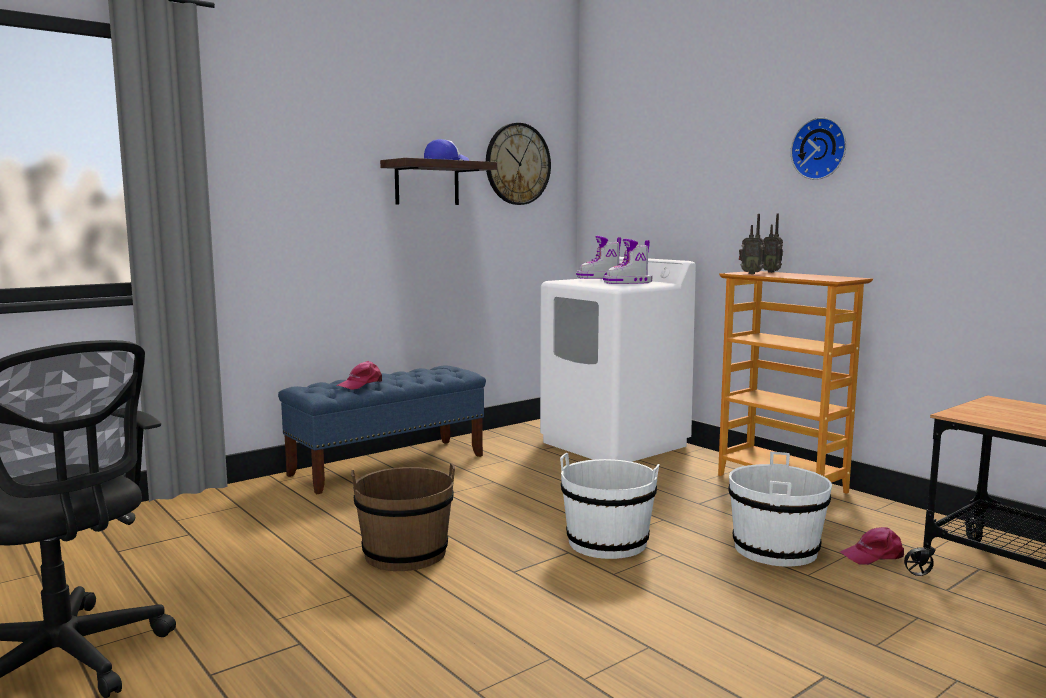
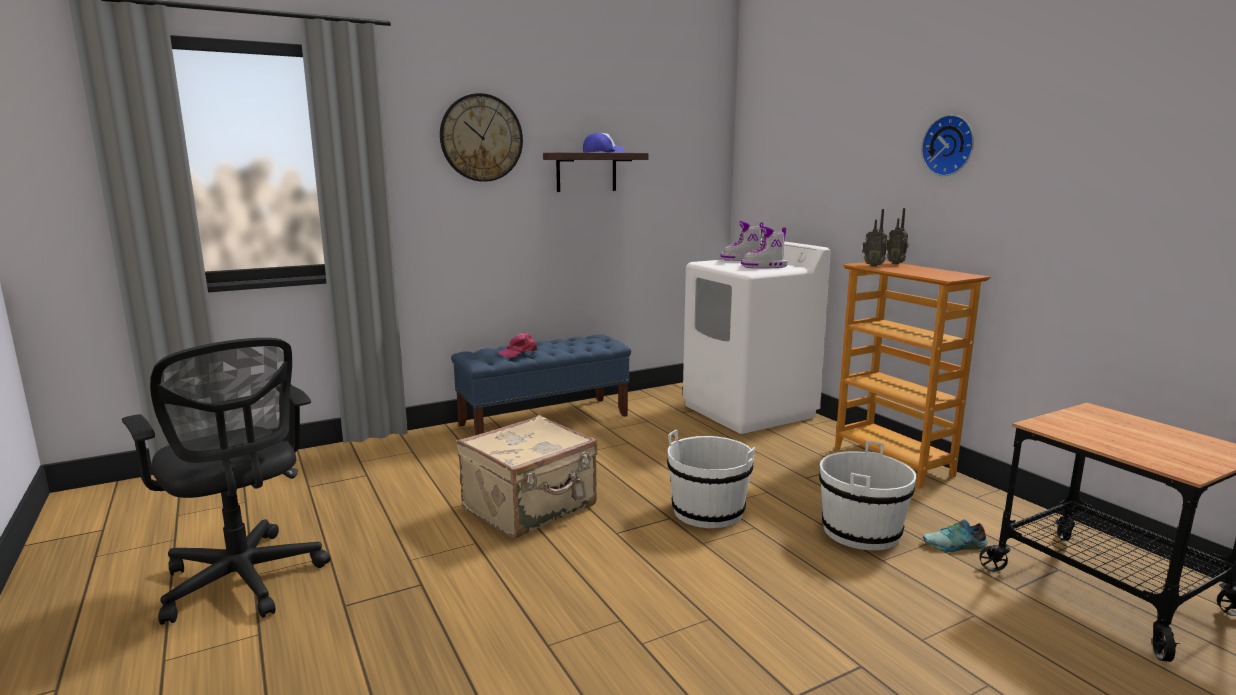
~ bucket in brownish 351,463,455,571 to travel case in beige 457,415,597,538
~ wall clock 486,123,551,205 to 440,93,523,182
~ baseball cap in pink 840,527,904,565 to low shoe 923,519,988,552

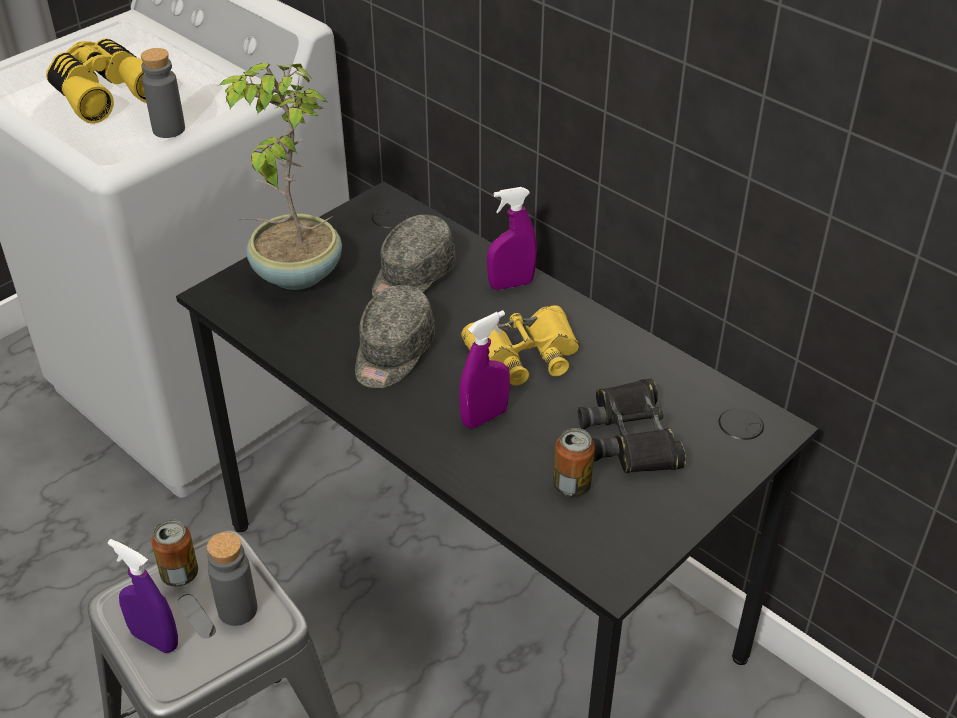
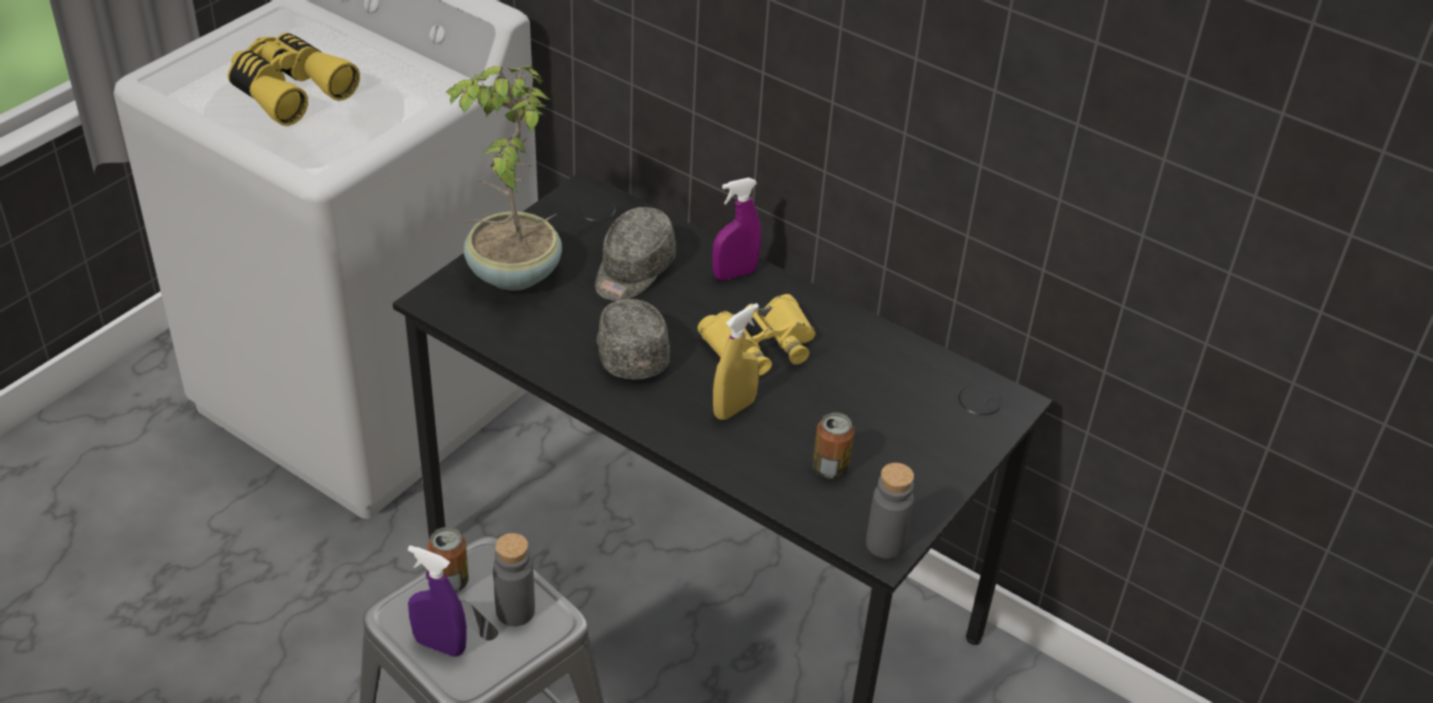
~ drink bottle in greyish 141,48,185,138 to 866,463,914,559
~ baseball cap in greyish 355,285,435,389 = 597,299,670,380 150 degrees clockwise
~ spray bottle in purplish 459,310,510,428 to spray bottle in yellowish 713,303,759,420
- field glasses in black 578,378,686,473

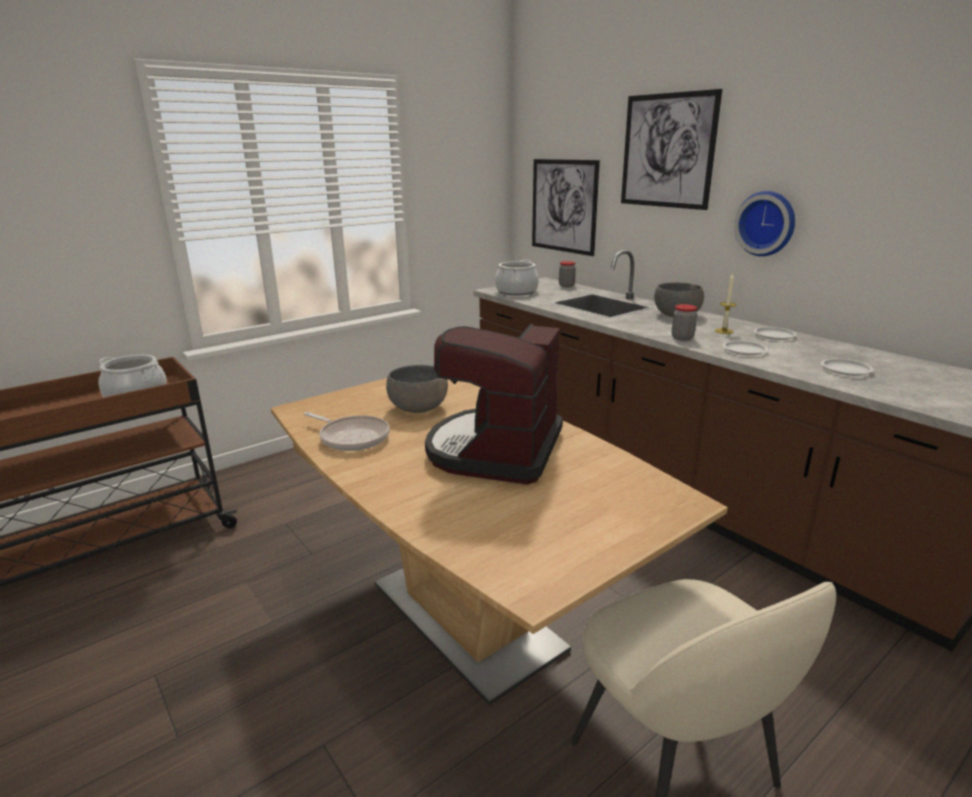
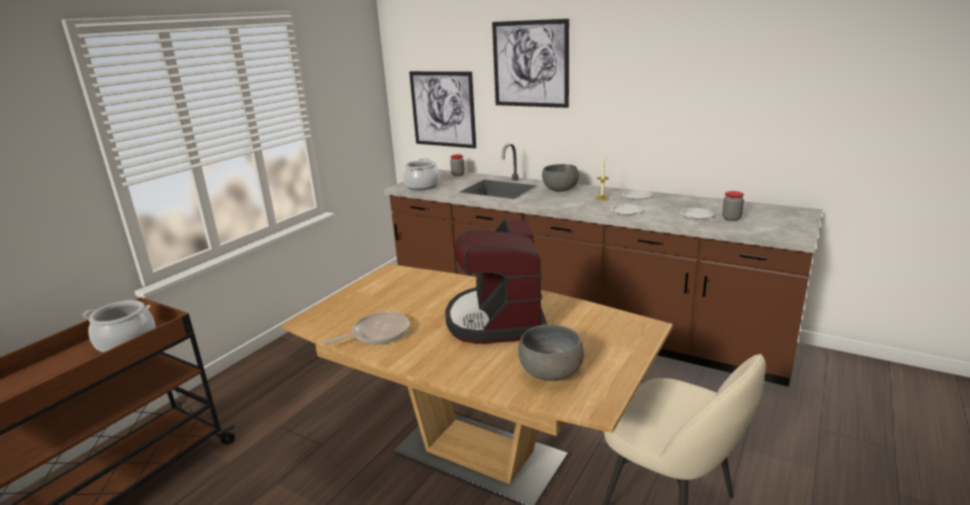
~ skillet 304,412,390,451 = 322,312,410,345 45 degrees counterclockwise
~ deep dish in greyish 386,365,448,413 to 518,325,584,381
~ jar 672,304,697,341 to 722,191,744,221
- wall clock 734,191,795,256

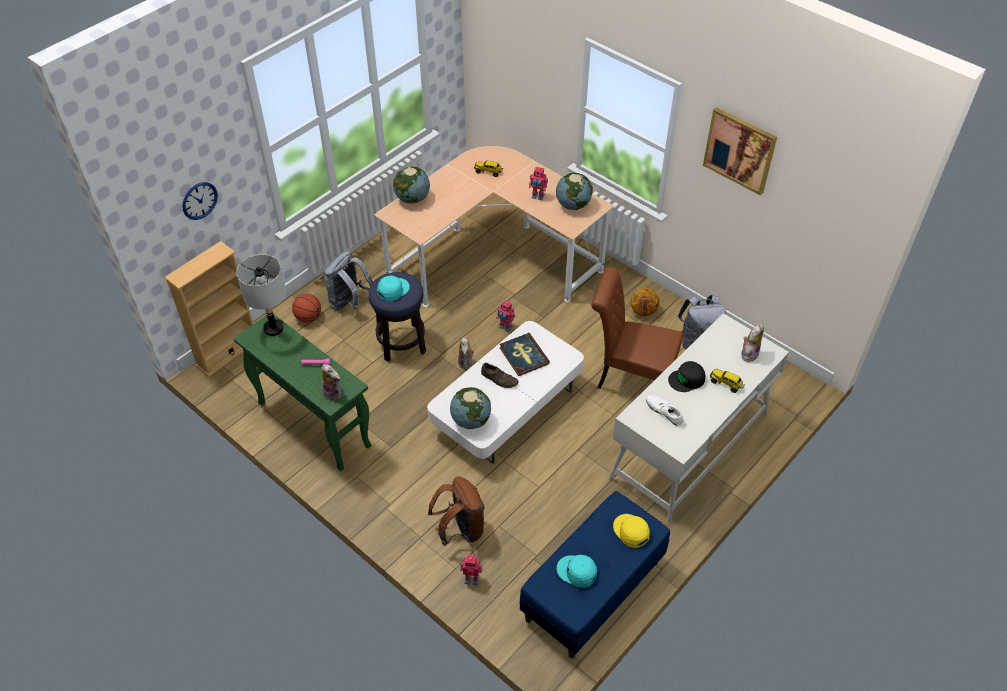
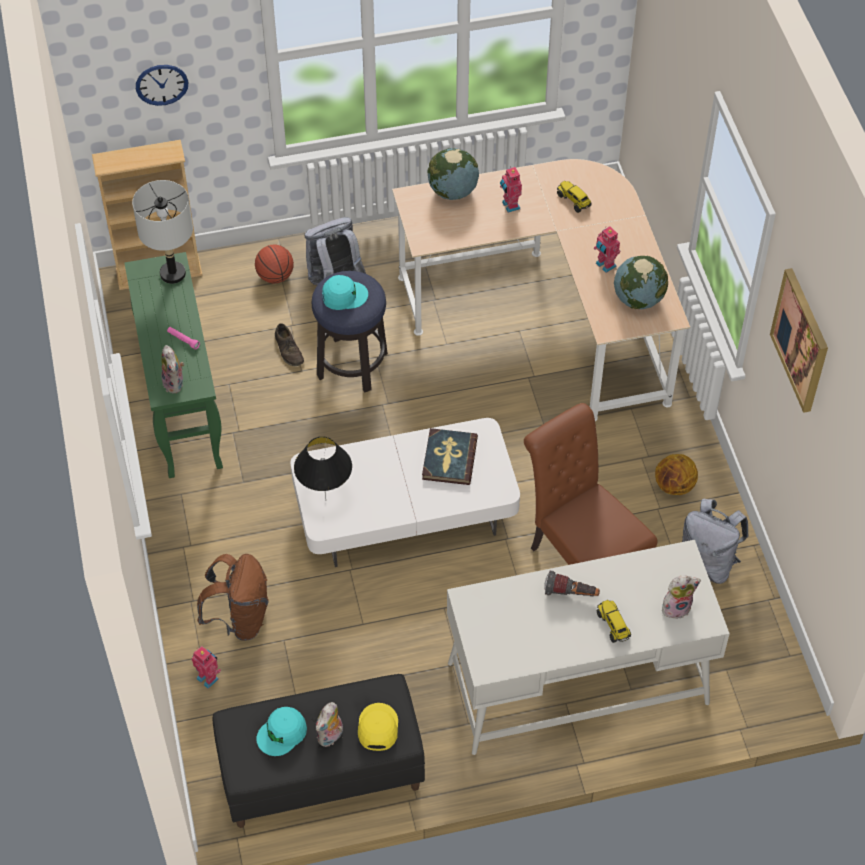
~ world globe 450,387,491,429 to lamp for a table in black 294,436,352,500
~ soft toy 458,336,474,370 to 315,702,343,747
~ low shoe in brownish 481,363,519,388 to 275,323,304,366
~ robot figure 496,300,515,332 to 500,166,522,213
~ long seat in blue-coloured 520,491,670,659 to long seat in black 212,674,425,828
~ baseball cap in blue-green 557,555,597,588 = 256,707,307,756 105 degrees counterclockwise
- low shoe in whitish 646,395,683,426
~ baseball cap in black 668,361,705,392 to hand torch 544,571,600,597

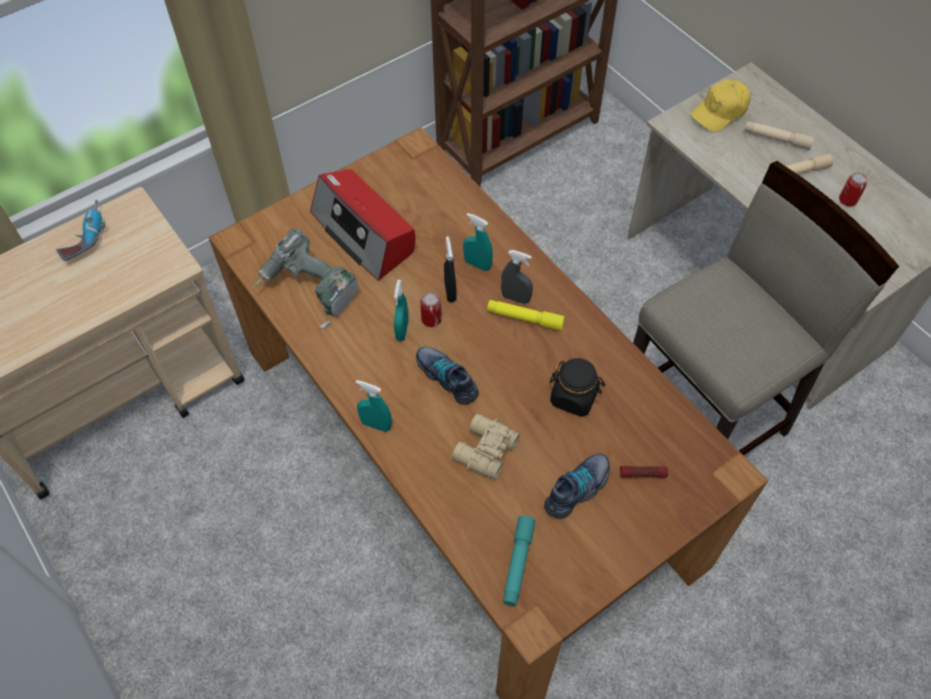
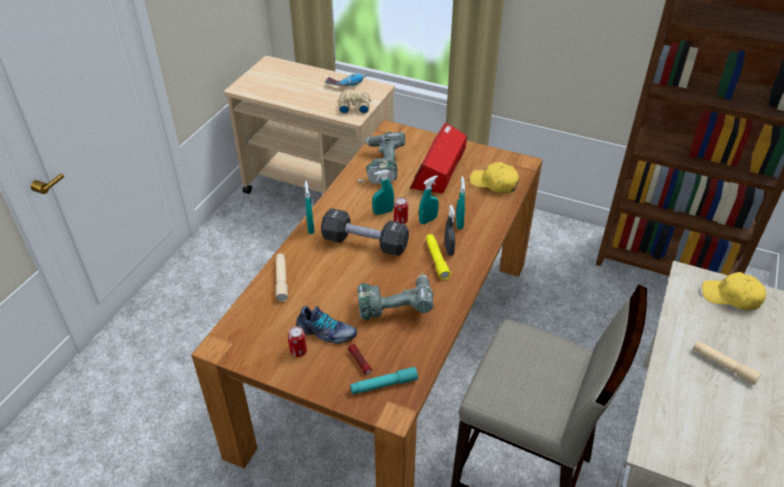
~ low shoe 416,347,479,405 to hand weight in black 321,208,409,256
~ spray bottle in black 444,236,456,302 to spray bottle in blue-green 419,175,439,224
~ field glasses in beige 452,414,520,480 to 337,92,371,114
~ hand torch in blue-green 503,516,535,606 to 350,367,418,394
~ jar in black 549,358,605,417 to power drill 358,273,434,320
~ hand torch in beige 744,121,814,150 to 276,253,288,302
~ can 839,172,867,207 to 288,326,307,357
+ baseball cap in yellowish 470,162,519,193

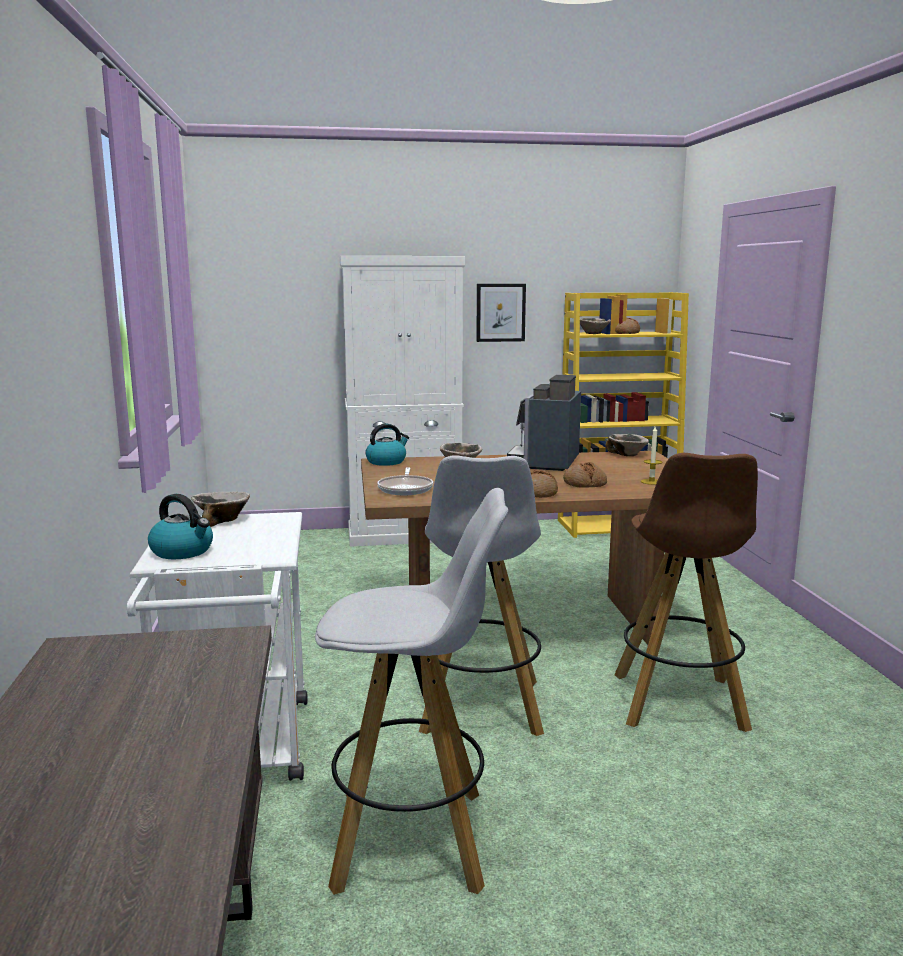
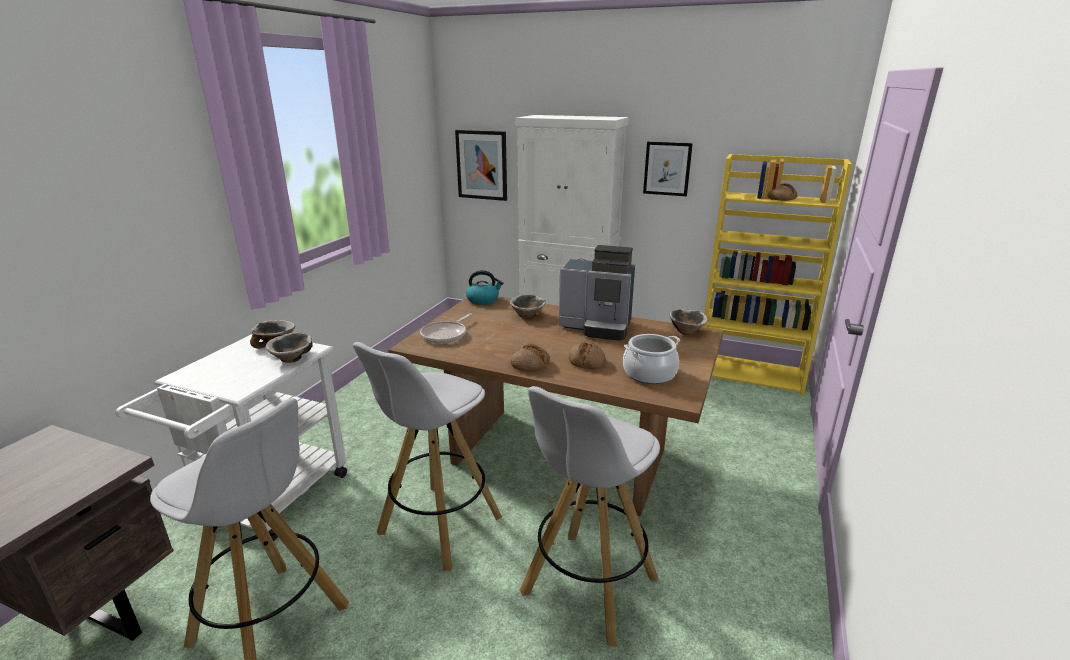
- water kettle 148,494,213,559
~ coffee brewer 507,375,581,471 = 559,245,635,341 120 degrees counterclockwise
~ deep dish 580,318,611,334 to 266,332,313,363
~ sitting stool in brownish 615,453,758,732 to sitting stool in whitish 520,386,660,647
~ wax candle 641,426,662,485 to stockpot 623,334,680,384
+ picture 455,130,507,201

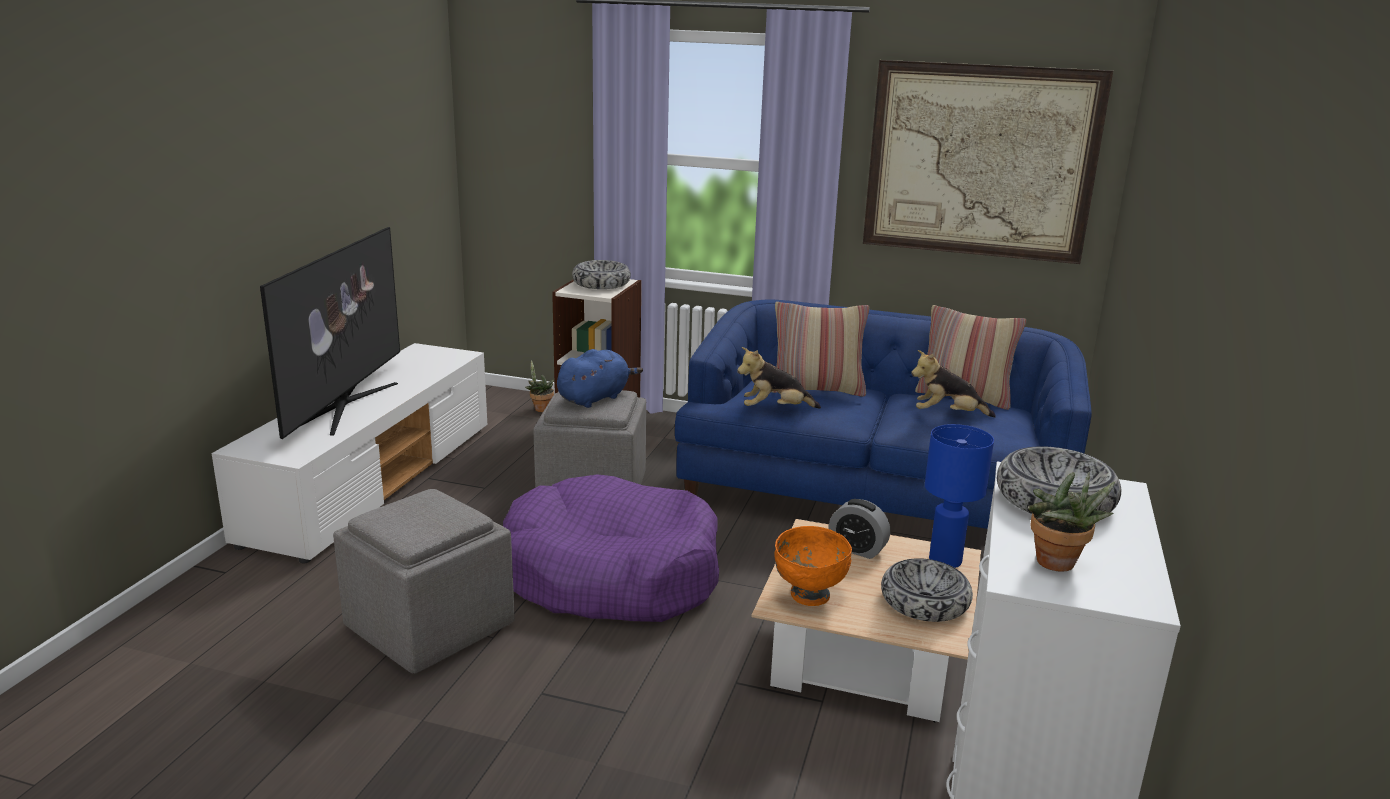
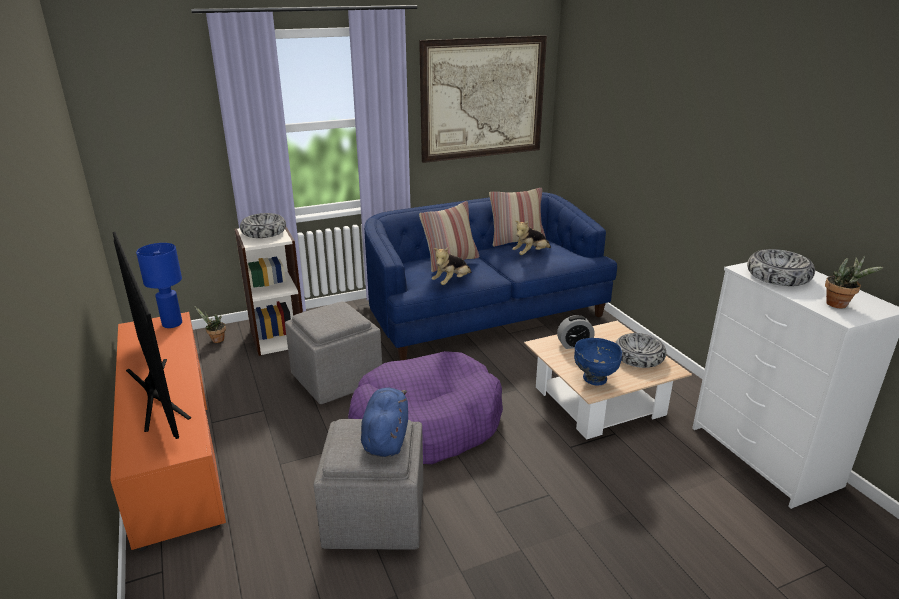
~ media console in whitish 212,343,487,563 to media console in orange 110,312,226,551
~ soft toy in blue-coloured 557,349,643,408 to 361,388,408,457
~ deep dish in orange 774,526,852,606 to deep dish in blue-coloured 574,338,622,386
~ lamp for a table in blue-coloured 925,424,994,568 to 136,243,182,328

